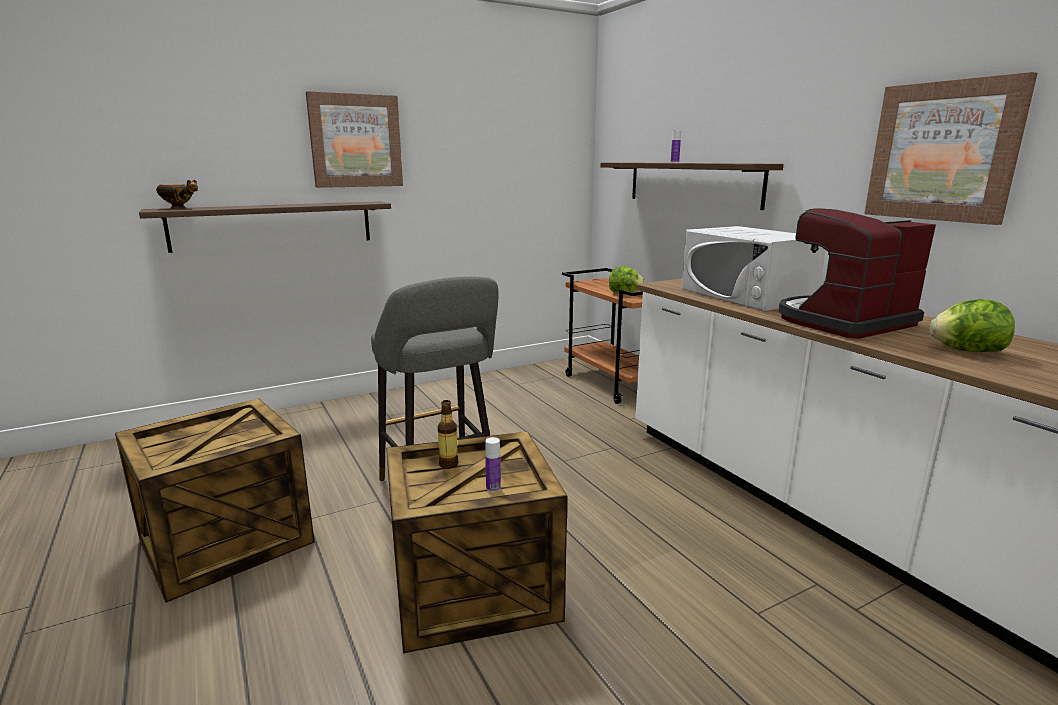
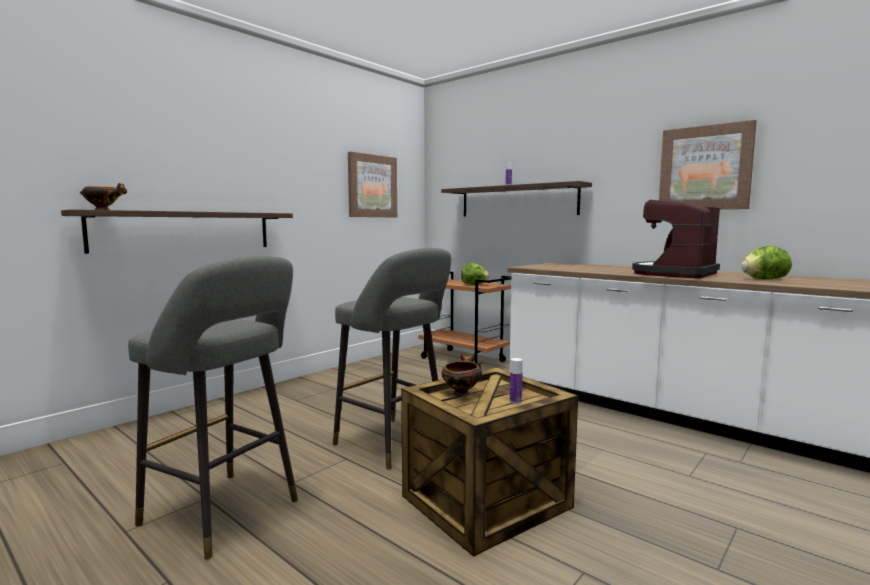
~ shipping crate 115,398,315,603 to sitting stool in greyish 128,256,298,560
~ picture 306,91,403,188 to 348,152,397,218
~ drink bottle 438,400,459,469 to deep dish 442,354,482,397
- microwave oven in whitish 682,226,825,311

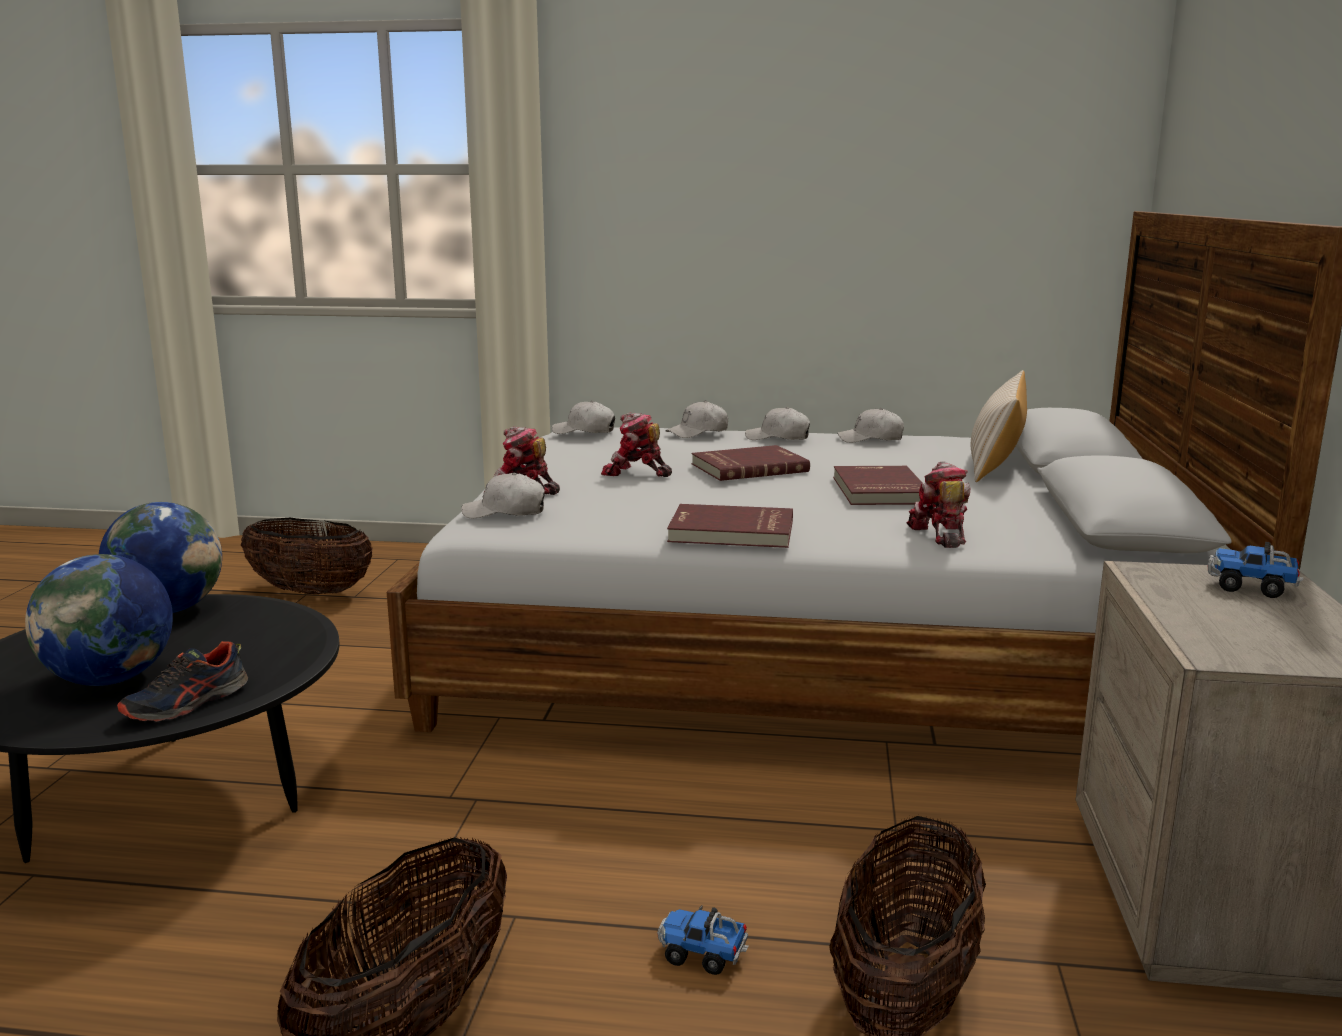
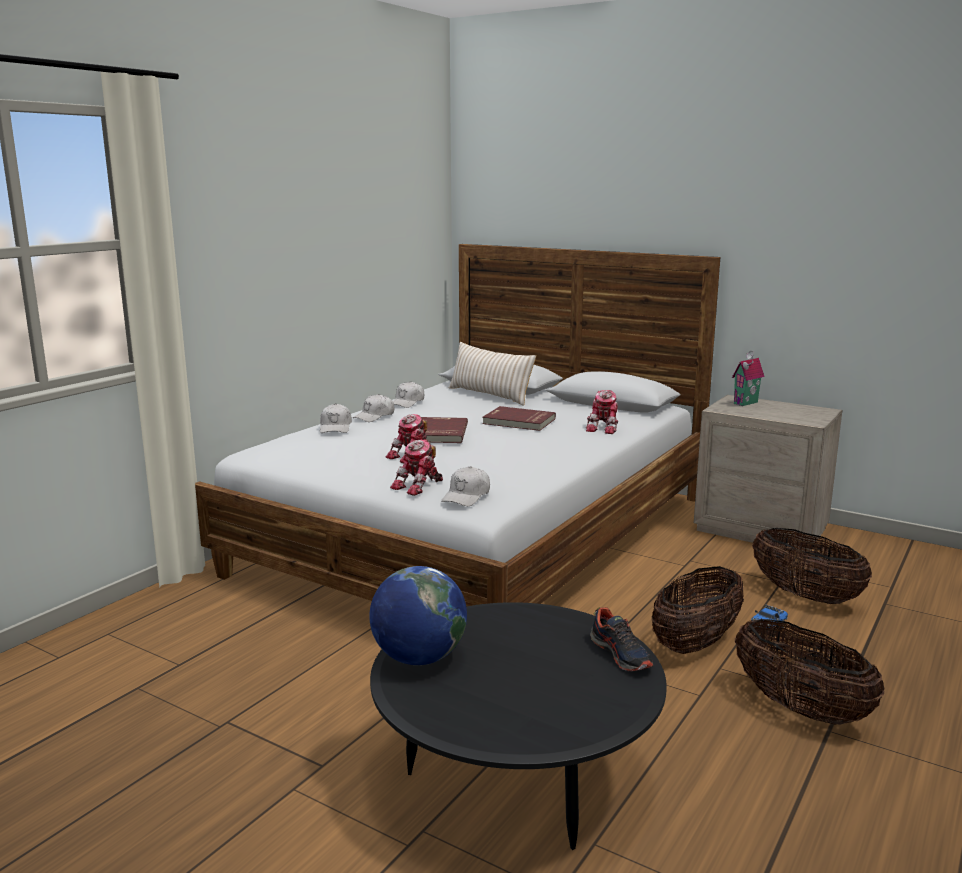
- world globe 25,554,173,686
~ basket 241,518,373,594 to 652,566,744,654
- baseball cap in whitish 552,401,615,434
- bound book in red 667,504,793,548
~ robot figure 906,461,970,548 = 586,390,619,434 90 degrees counterclockwise
~ toy lorry 1208,542,1303,598 to model house 732,350,765,406

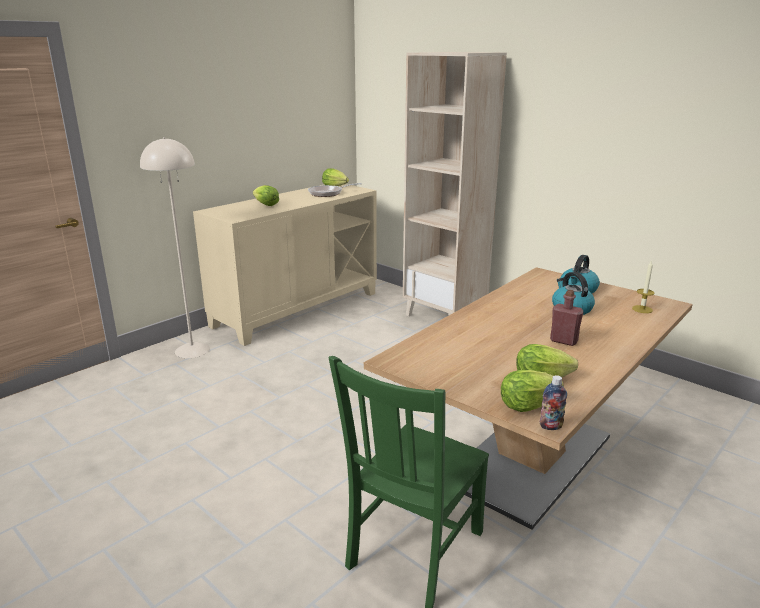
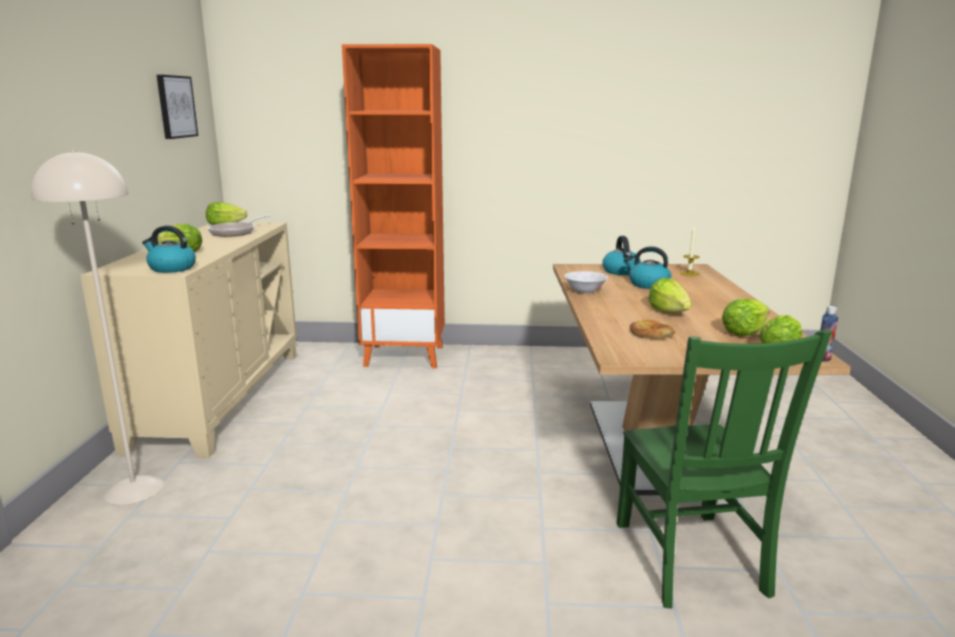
~ shelving unit in beige 403,52,507,316 to shelving unit in orange 342,44,445,368
- drink bottle in red 550,290,583,346
+ water kettle 142,226,196,273
+ picture 156,75,198,139
+ deep dish in whitish 564,271,608,294
+ bread 630,320,675,339
+ head of lettuce 648,278,691,313

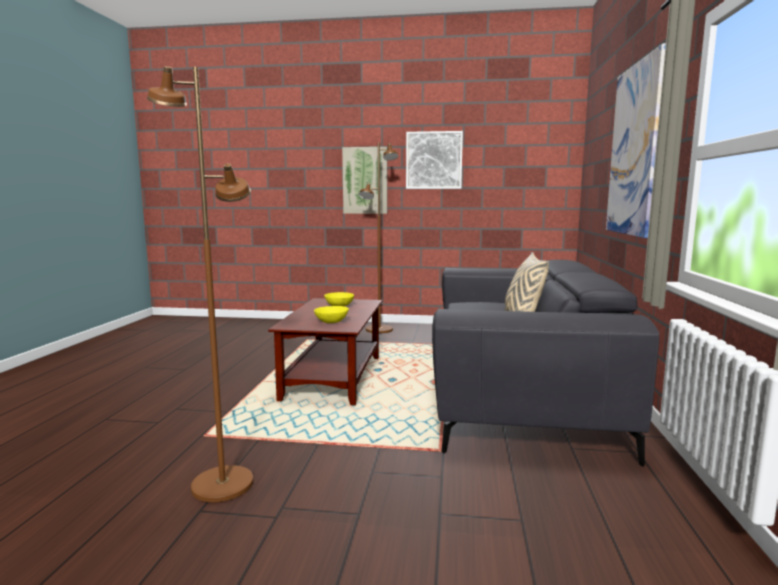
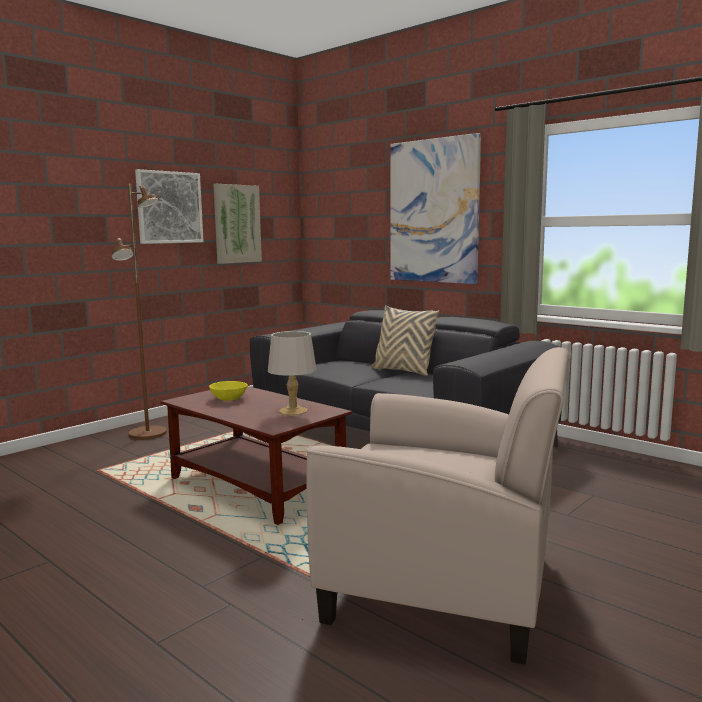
~ standing lamp in brownish 147,66,253,502 to armchair in beige 306,347,569,664
~ deep dish in yellowish 314,306,349,323 to lamp for a table in greyish 268,331,317,416
~ picture 342,147,387,214 to 213,184,262,264

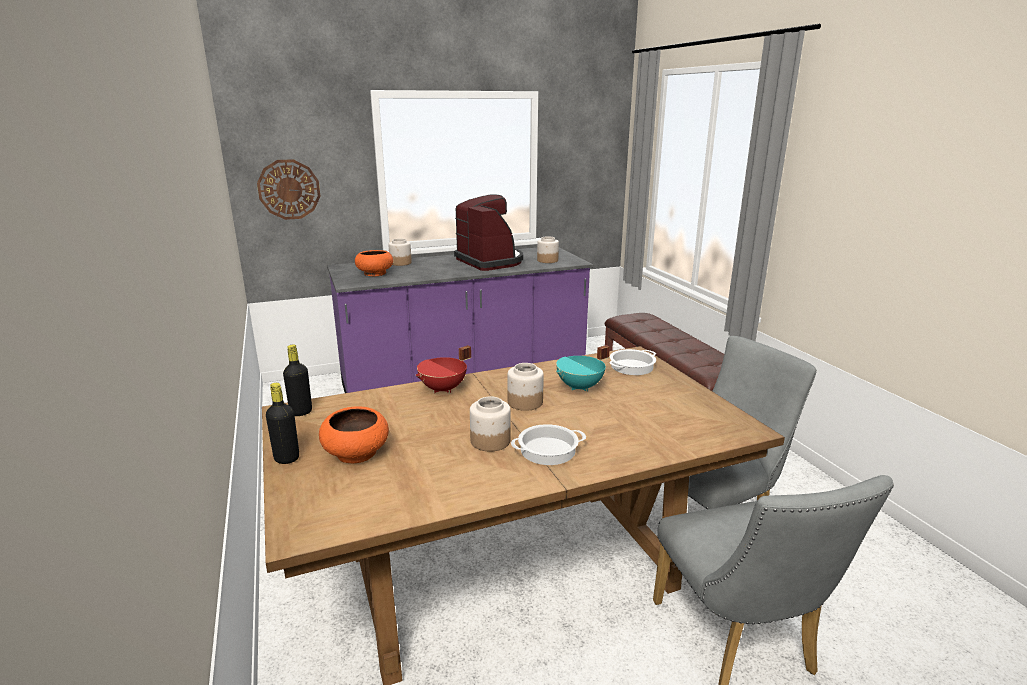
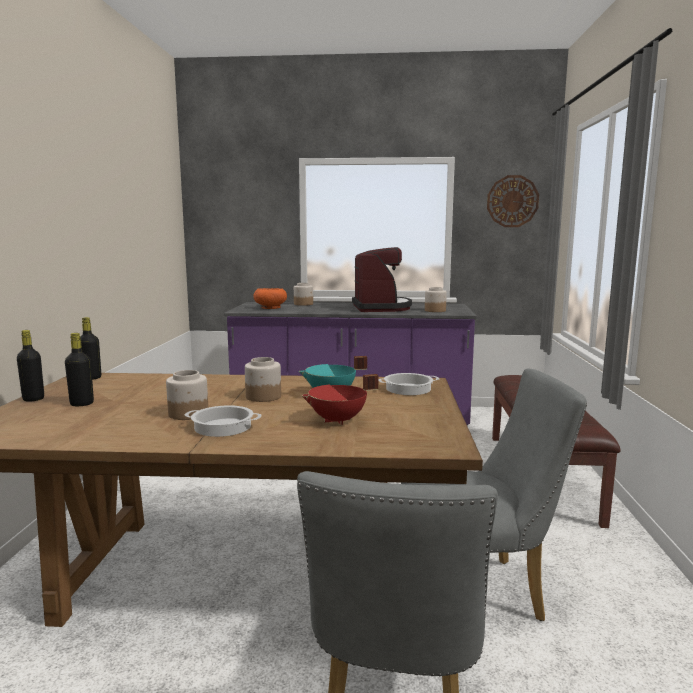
~ wall clock 257,159,321,220 to 487,175,539,227
~ deep dish in orange 319,407,389,463 to drink bottle in black 65,333,94,406
~ stockpot in red 416,345,471,393 to 301,374,378,425

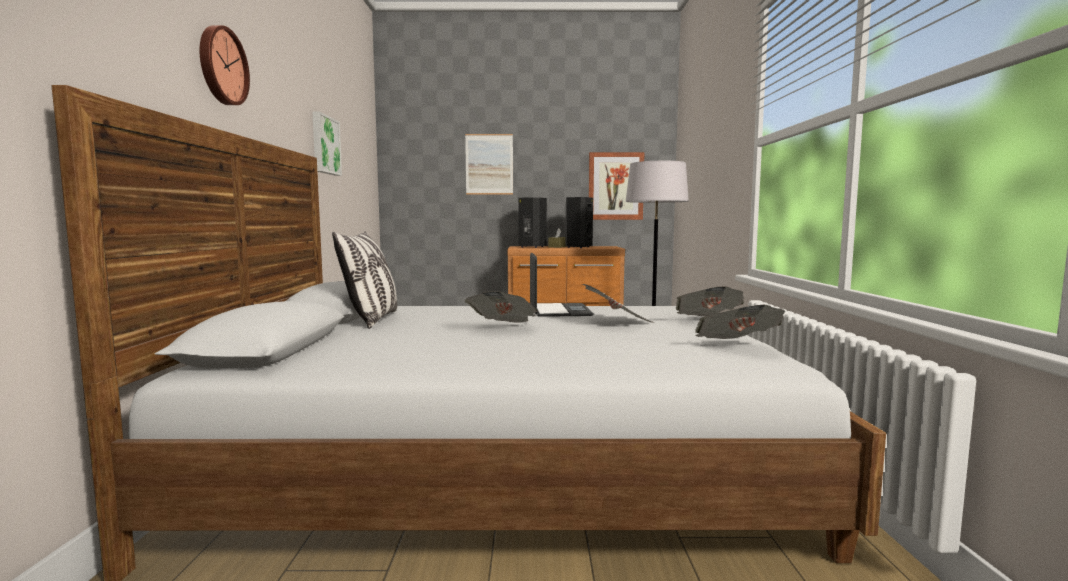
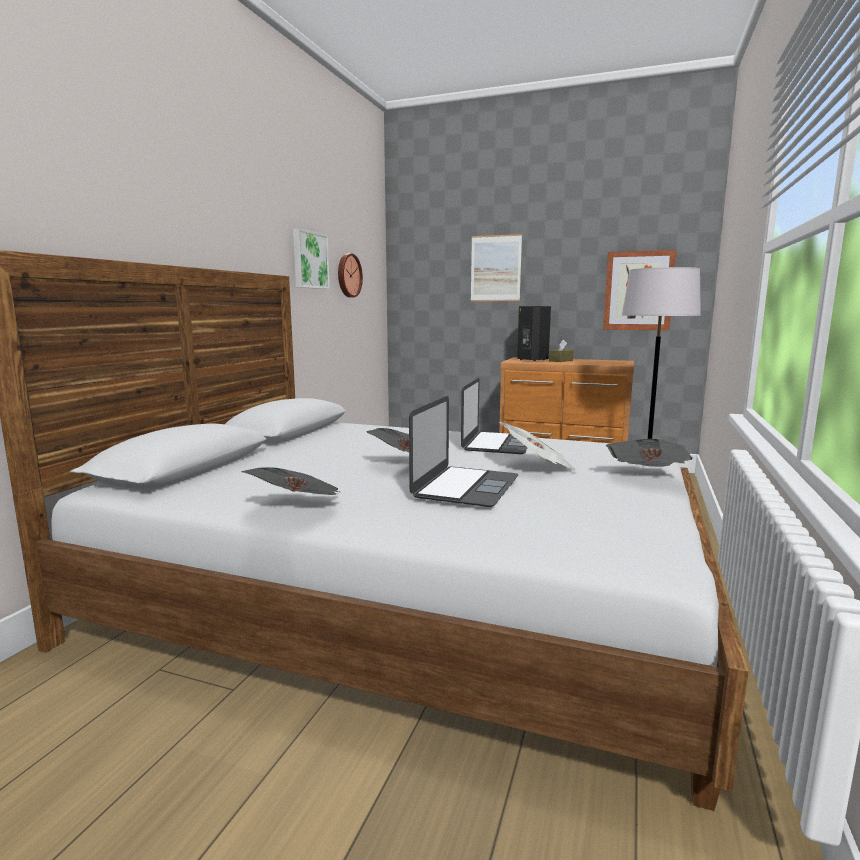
~ wall clock 200,25,250,105 to 338,253,363,297
- throw pillow 332,232,397,329
- loudspeaker in black 566,197,593,248
~ newspaper 695,305,785,339 to 242,467,339,495
+ portable computer 409,396,518,507

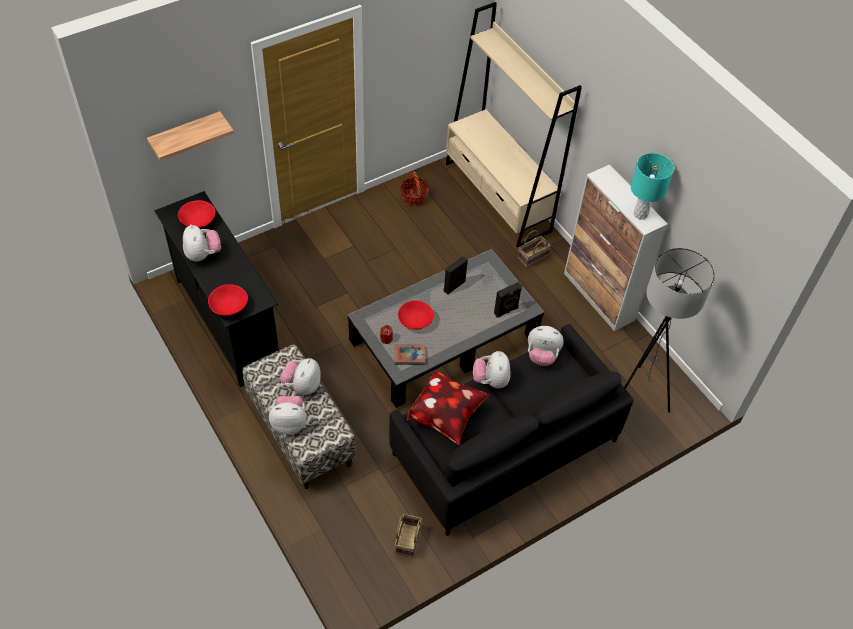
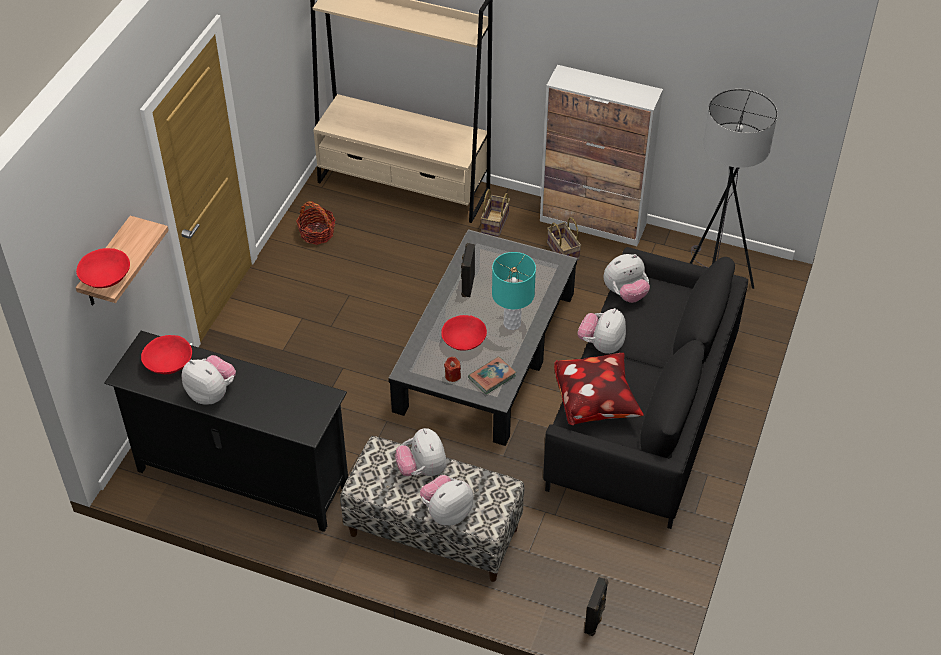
~ deep dish in red 208,284,248,316 to 76,248,130,288
~ basket 395,514,422,557 to 547,217,581,261
~ soft toy 473,351,511,388 = 578,308,626,354 60 degrees clockwise
~ loudspeaker in black 494,282,522,318 to 584,577,608,636
~ lamp for a table in blue-green 631,153,674,220 to 492,252,536,330

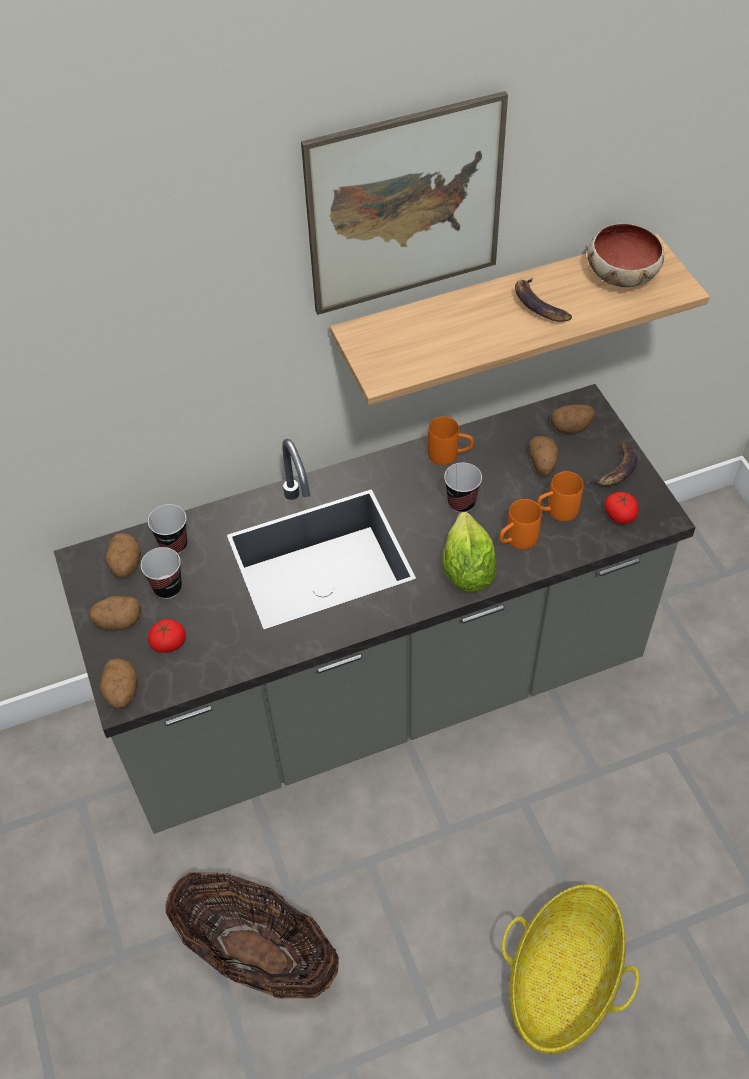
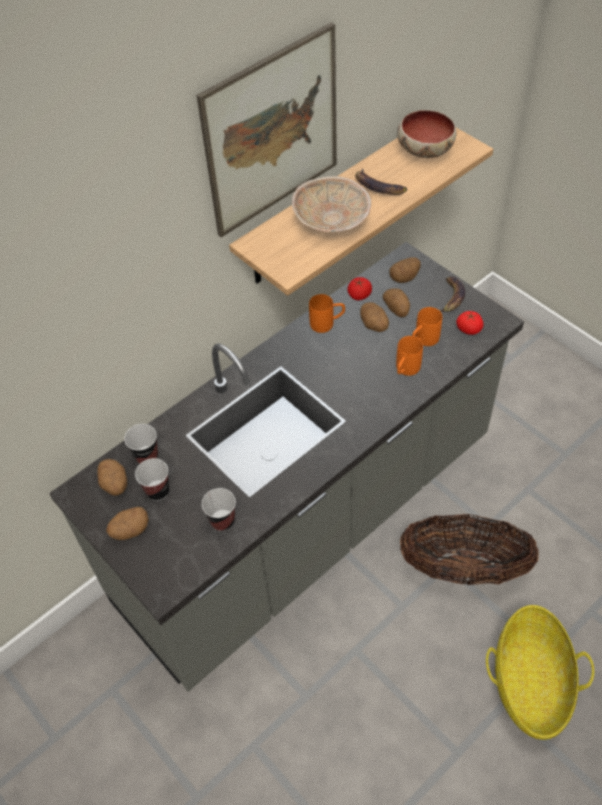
~ spud 99,658,137,709 to 360,302,389,332
~ whole tomato 148,619,186,653 to 347,277,372,300
~ basket 165,872,339,999 to 400,514,539,585
- head of lettuce 443,512,497,592
~ small cup 444,463,482,513 to 202,488,236,531
+ deep dish in beige 292,176,371,232

